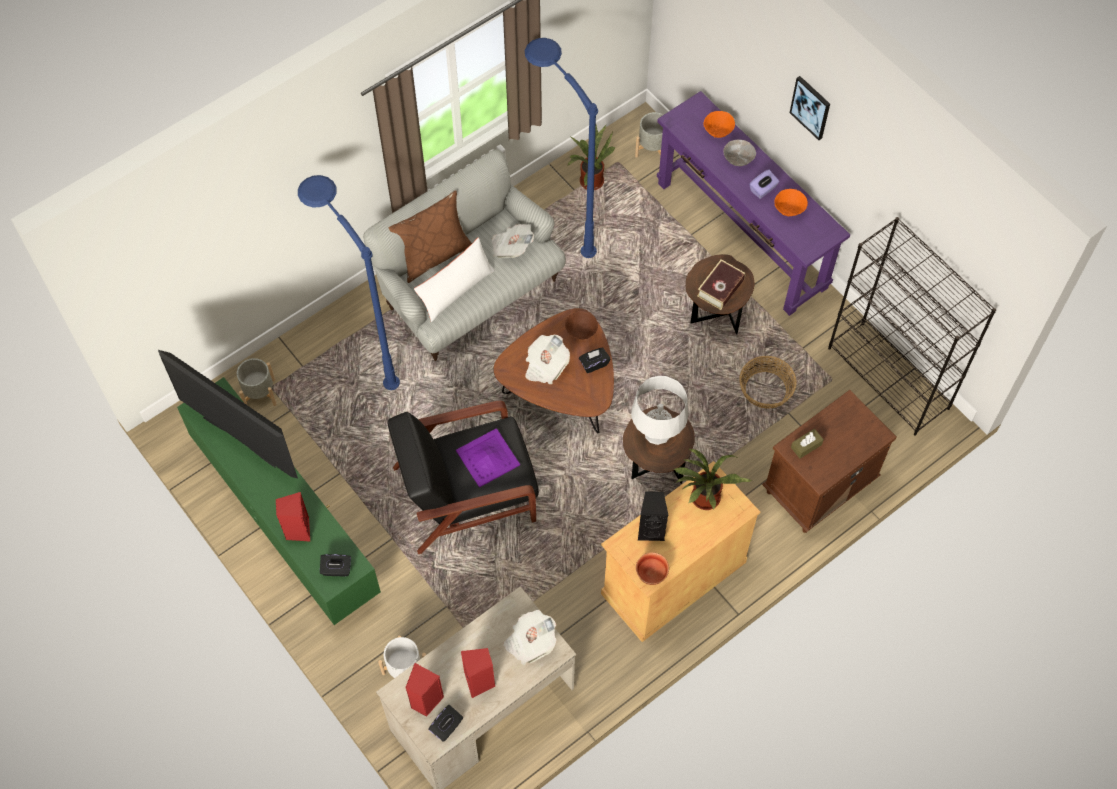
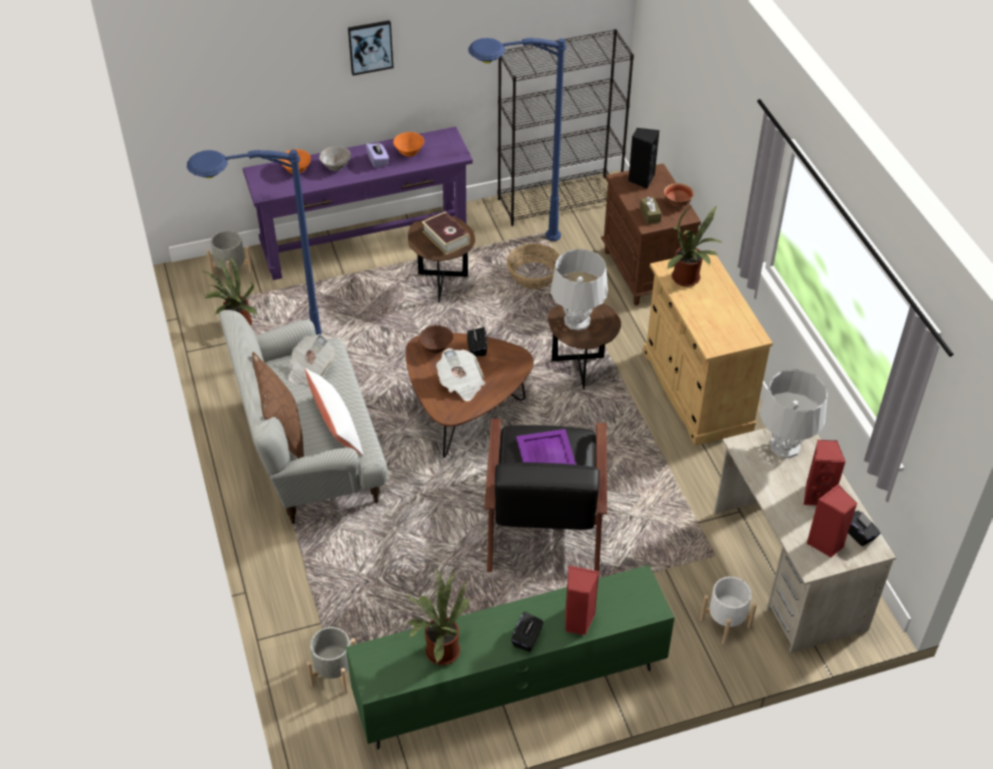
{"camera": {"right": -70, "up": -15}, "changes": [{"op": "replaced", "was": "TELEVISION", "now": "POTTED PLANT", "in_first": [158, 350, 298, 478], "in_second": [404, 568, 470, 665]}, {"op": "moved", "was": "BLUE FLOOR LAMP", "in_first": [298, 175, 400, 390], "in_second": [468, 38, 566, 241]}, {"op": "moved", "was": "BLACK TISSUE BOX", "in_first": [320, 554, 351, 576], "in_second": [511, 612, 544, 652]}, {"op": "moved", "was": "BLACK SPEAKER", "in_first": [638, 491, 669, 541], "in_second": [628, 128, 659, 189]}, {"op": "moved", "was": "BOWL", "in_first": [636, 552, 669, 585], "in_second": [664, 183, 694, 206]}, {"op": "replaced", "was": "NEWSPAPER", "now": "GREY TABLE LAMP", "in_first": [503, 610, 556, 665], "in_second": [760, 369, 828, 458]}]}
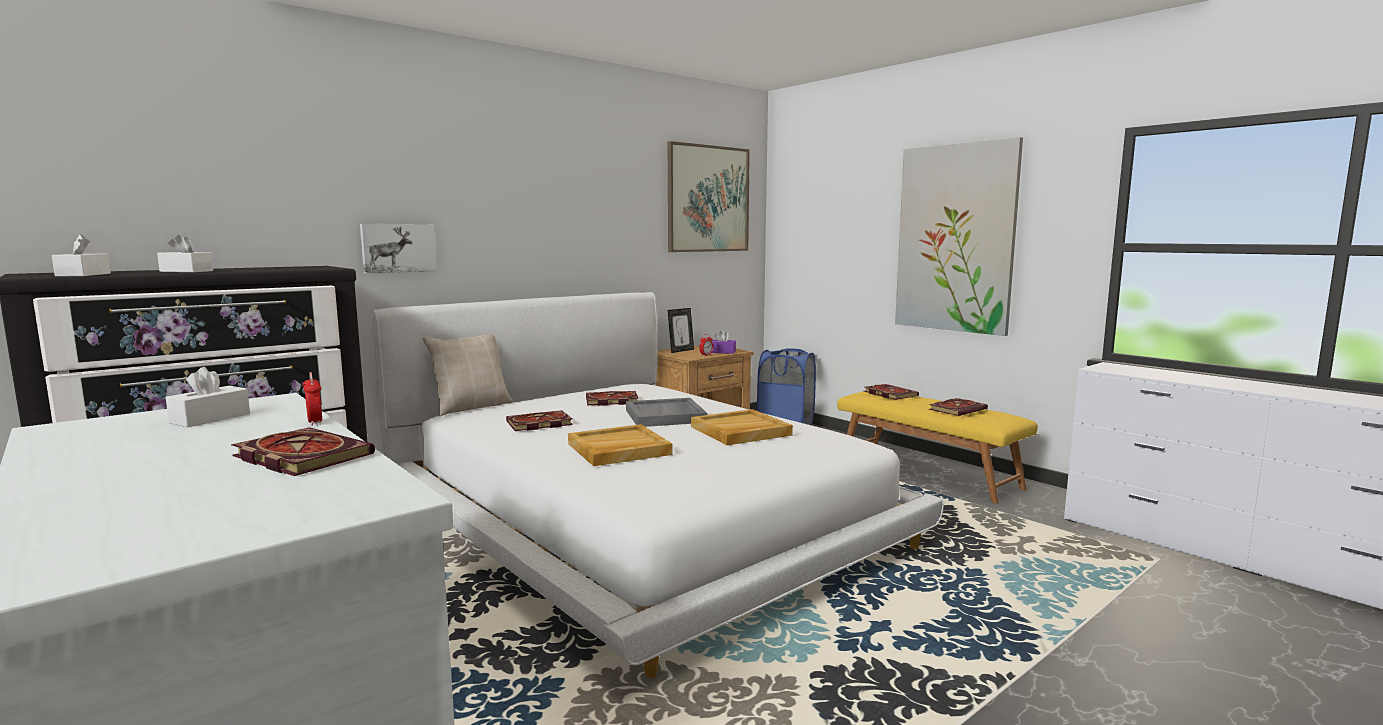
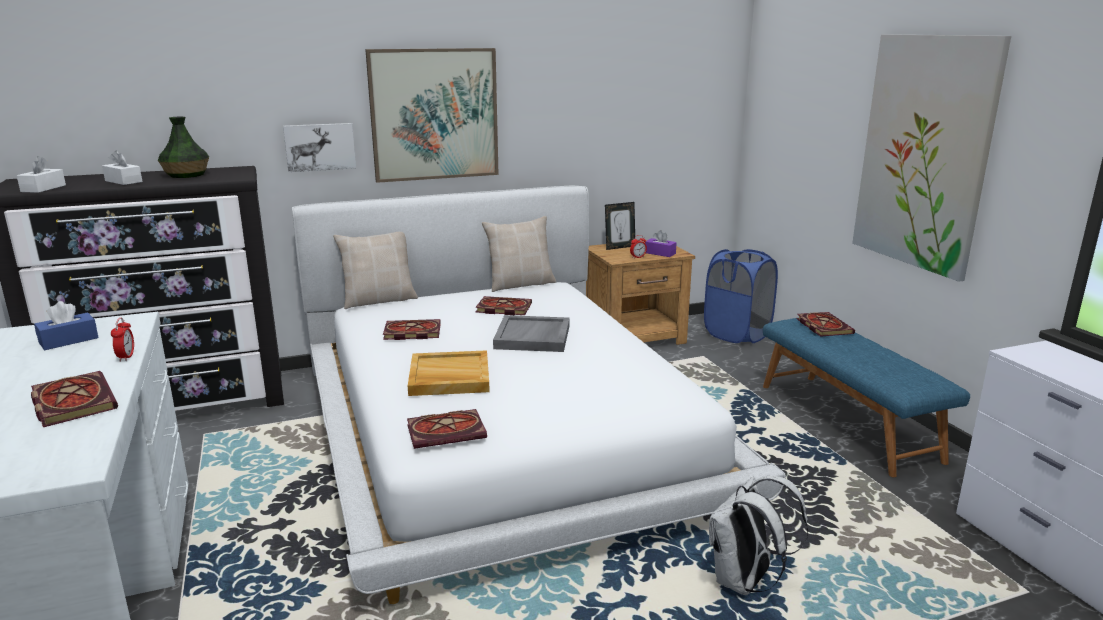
{"camera": {"right": 20, "up": 10}, "changes": [{"op": "recoloured", "was": "WHITE TISSUE BOX", "now": "BLUE TISSUE BOX", "in_first": [166, 367, 250, 427], "in_second": [34, 301, 99, 350]}, {"op": "added", "now": "VASE", "in_second": [158, 117, 209, 178]}, {"op": "moved", "was": "PICTURE", "in_first": [668, 141, 750, 252], "in_second": [365, 48, 499, 183]}, {"op": "moved", "was": "BOOK", "in_first": [929, 398, 988, 416], "in_second": [407, 409, 487, 449]}, {"op": "added", "now": "BEIGE PILLOW", "in_second": [482, 216, 556, 292]}, {"op": "added", "now": "WHITE BACKPACK", "in_second": [709, 476, 808, 595]}, {"op": "recoloured", "was": "YELLOW BENCH", "now": "BLUE BENCH", "in_first": [837, 391, 1038, 503], "in_second": [763, 318, 970, 477]}, {"op": "removed", "was": "BEIGE TRAY", "in_first": [691, 409, 793, 445]}]}
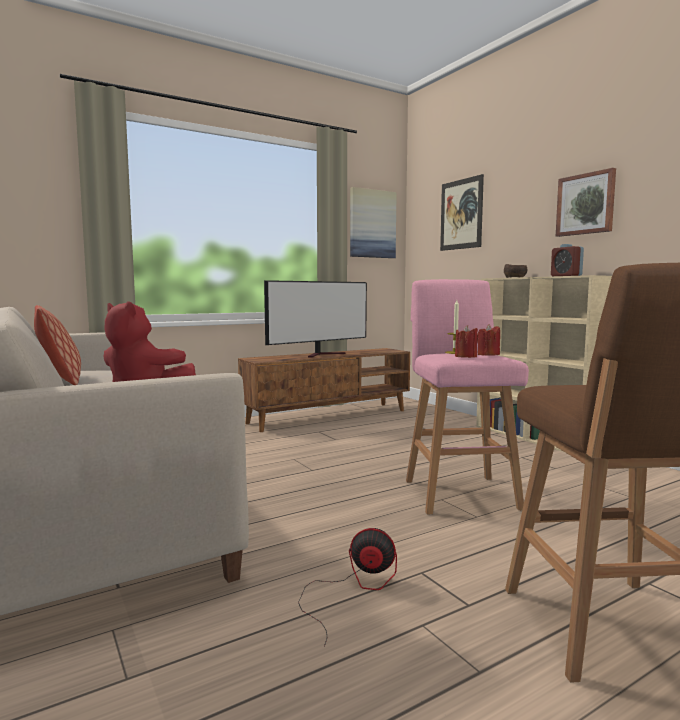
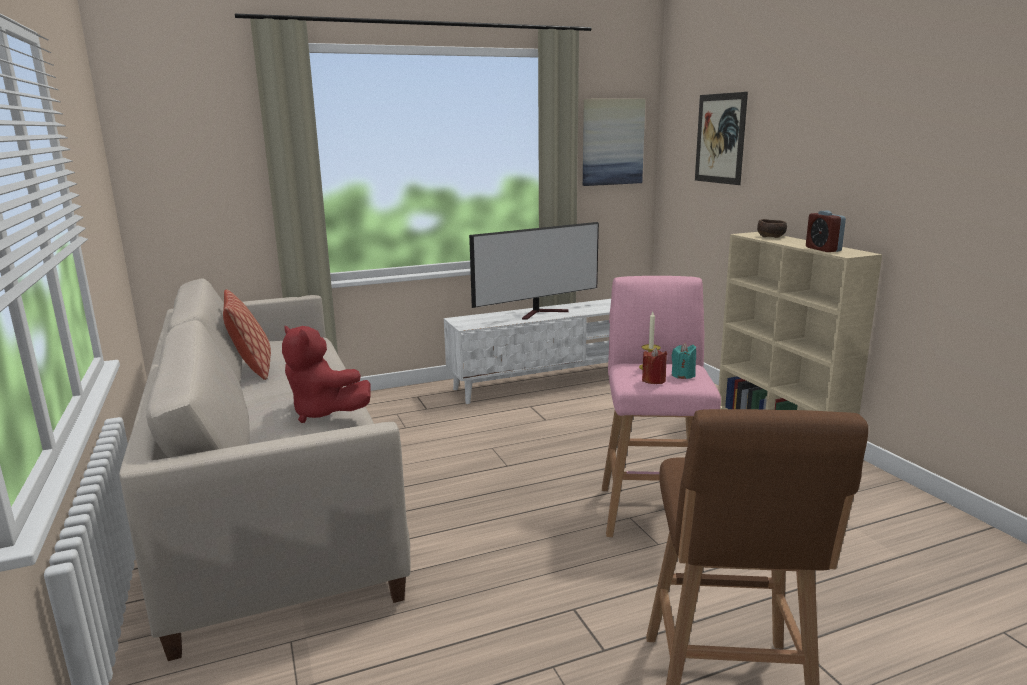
{"camera": {"right": 10, "up": 10}, "changes": [{"op": "recoloured", "was": "BROWN TV STAND", "now": "WHITE TV STAND", "in_first": [238, 348, 410, 432], "in_second": [444, 299, 611, 404]}, {"op": "recoloured", "was": "RED CANDLE", "now": "TURQUOISE CANDLE", "in_first": [477, 324, 500, 356], "in_second": [672, 343, 696, 379]}, {"op": "removed", "was": "FAN", "in_first": [298, 528, 397, 647]}, {"op": "removed", "was": "PICTURE", "in_first": [556, 168, 616, 237]}]}
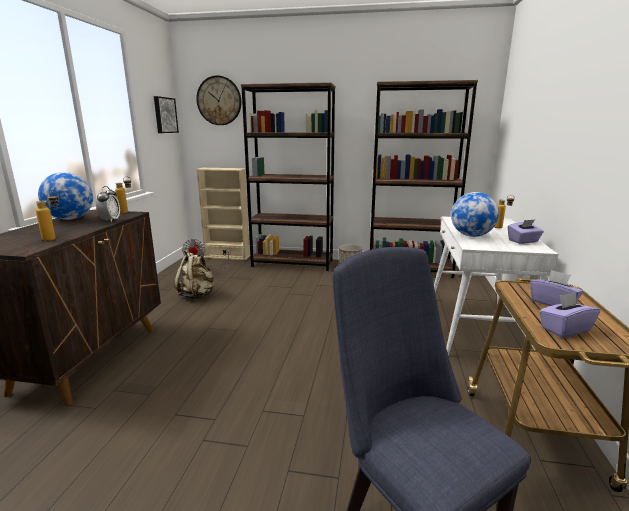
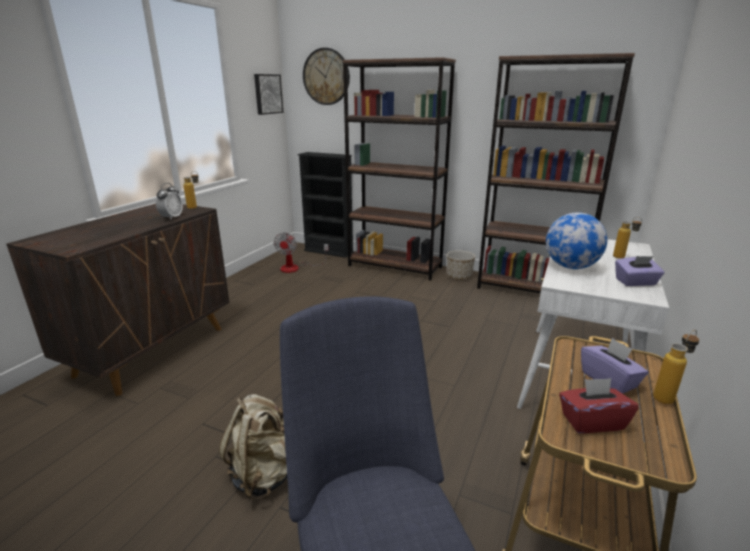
{"camera": {"right": 15, "up": 5}, "changes": [{"op": "moved", "was": "BEIGE BACKPACK", "in_first": [174, 250, 214, 299], "in_second": [219, 394, 287, 501]}, {"op": "recoloured", "was": "BEIGE BOOKCASE", "now": "BLACK BOOKCASE", "in_first": [196, 168, 250, 260], "in_second": [298, 152, 354, 258]}, {"op": "recoloured", "was": "PURPLE TISSUE BOX", "now": "RED TISSUE BOX", "in_first": [539, 292, 600, 338], "in_second": [559, 378, 638, 433]}, {"op": "moved", "was": "BOTTLE", "in_first": [36, 192, 59, 241], "in_second": [653, 330, 700, 404]}, {"op": "removed", "was": "GLOBE", "in_first": [38, 172, 93, 220]}]}
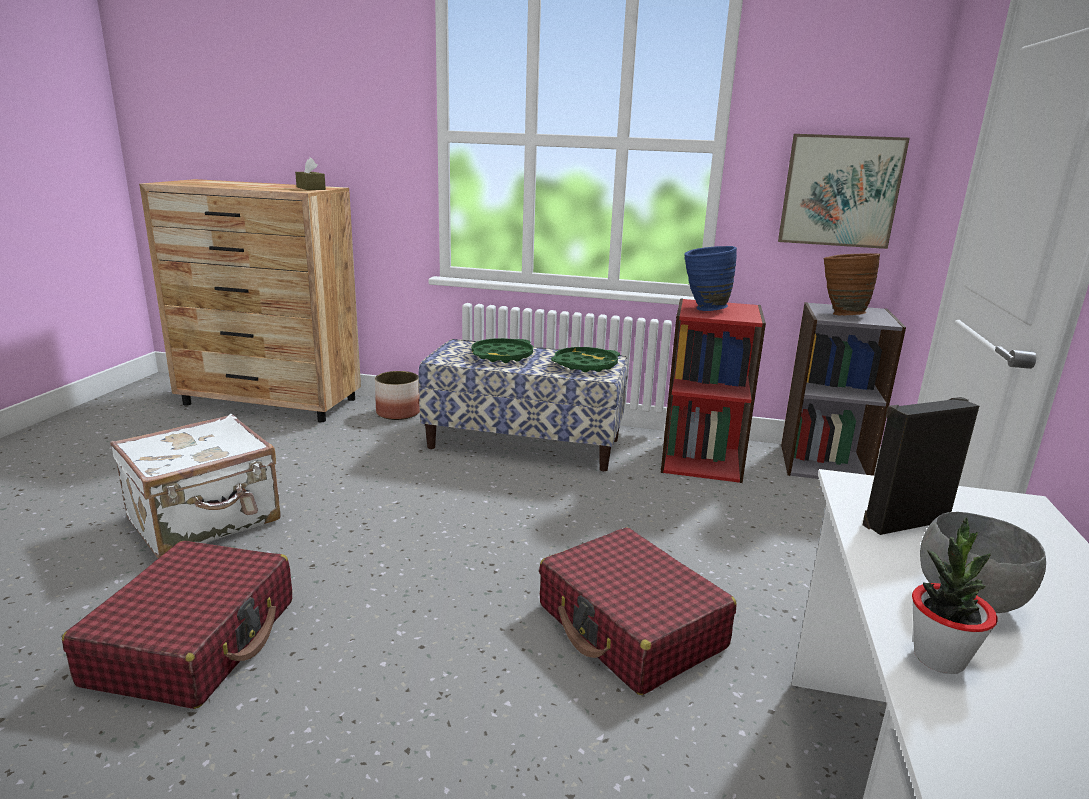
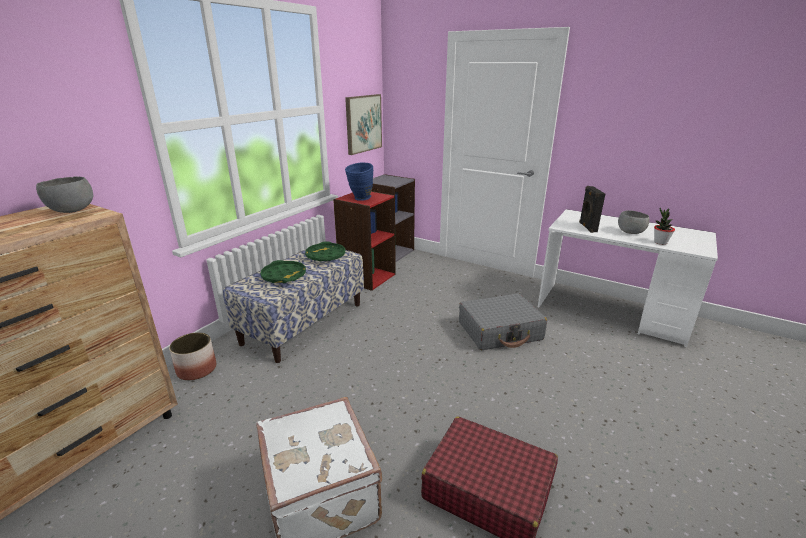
{"camera": {"right": -70, "up": 5}, "changes": [{"op": "replaced", "was": "BROWN TISSUE BOX", "now": "GREY BOWL", "in_first": [295, 157, 326, 190], "in_second": [36, 176, 93, 213]}, {"op": "recoloured", "was": "RED SUITCASE", "now": "GREY SUITCASE", "in_first": [539, 527, 737, 695], "in_second": [459, 293, 547, 350]}, {"op": "removed", "was": "BROWN VASE", "in_first": [823, 253, 880, 315]}]}
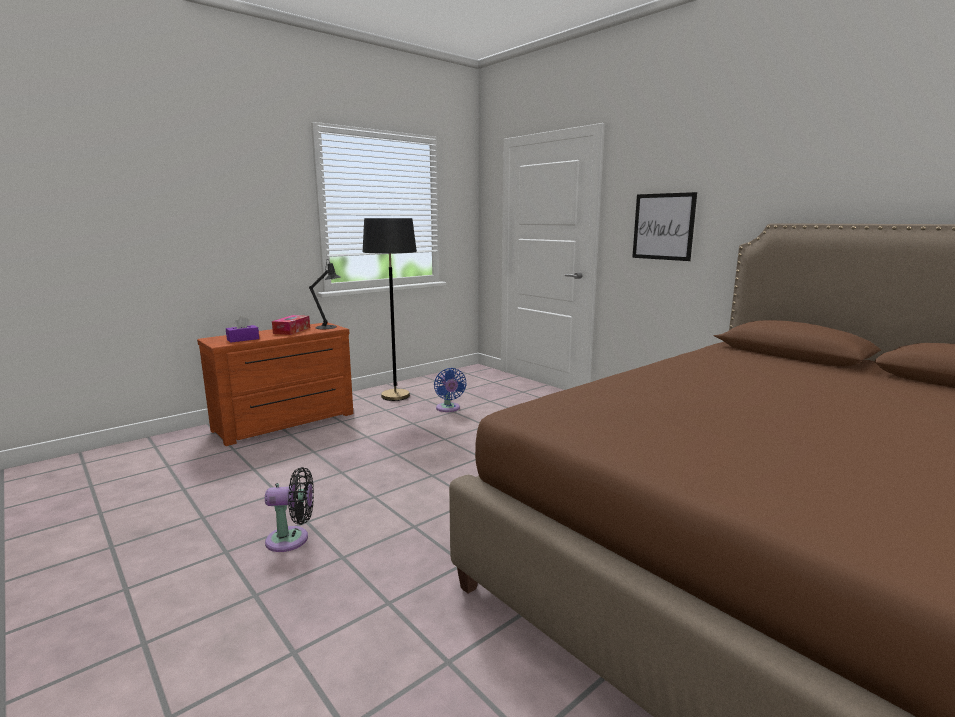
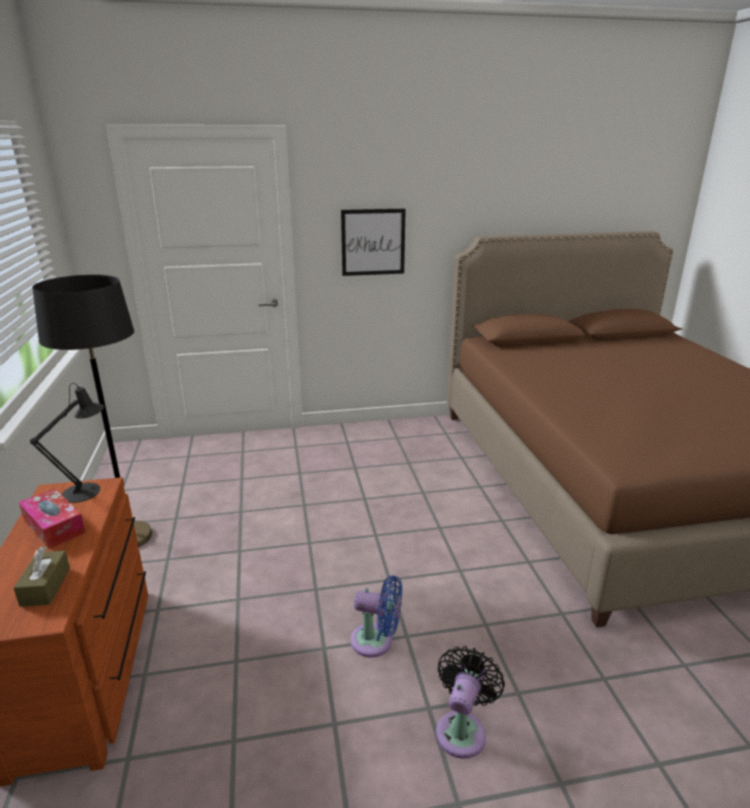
{"camera": {"right": -60, "up": 10}, "changes": [{"op": "recoloured", "was": "PURPLE TISSUE BOX", "now": "BROWN TISSUE BOX", "in_first": [226, 316, 259, 343], "in_second": [14, 546, 70, 607]}, {"op": "moved", "was": "BLUE FAN", "in_first": [434, 368, 467, 412], "in_second": [351, 575, 402, 657]}]}
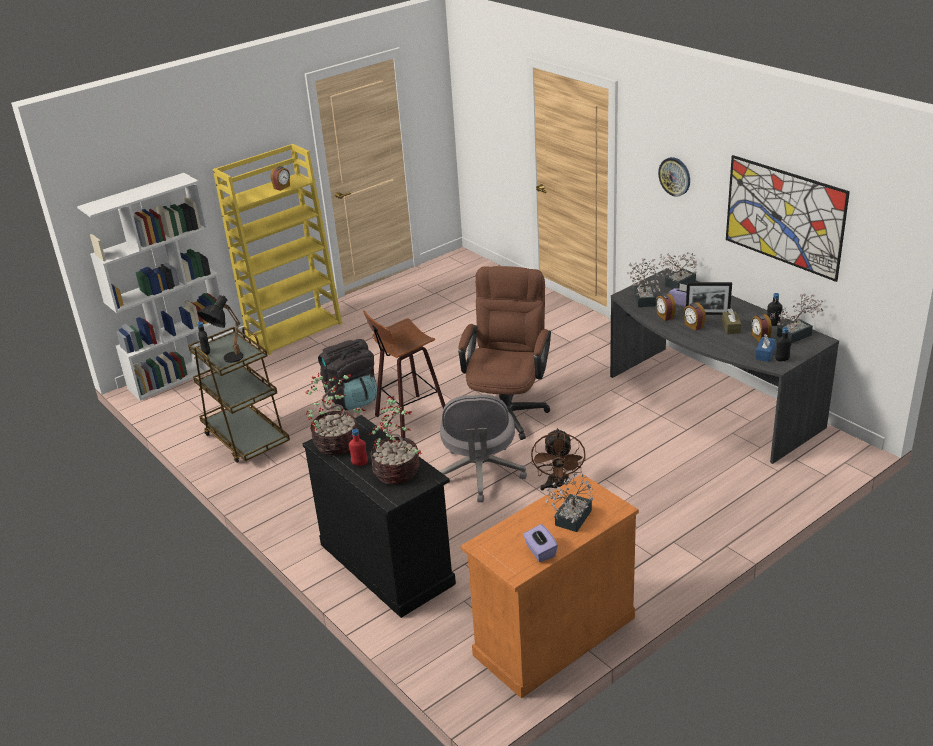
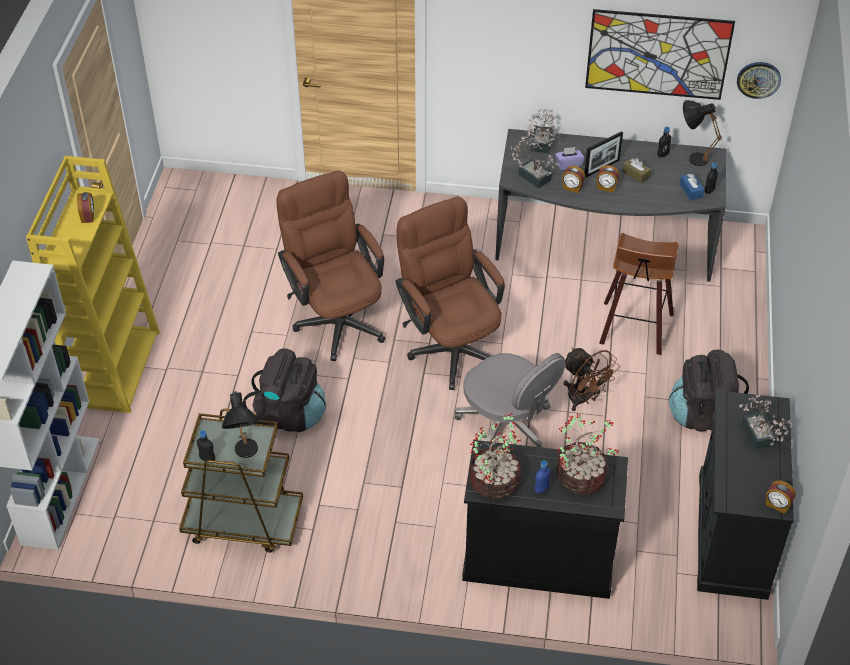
{"camera": {"right": -45, "up": 15}, "changes": [{"op": "added", "now": "BROWN OFFICE CHAIR", "in_second": [276, 170, 386, 361]}, {"op": "recoloured", "was": "RED BOTTLE", "now": "BLUE BOTTLE", "in_first": [349, 429, 368, 466], "in_second": [534, 460, 551, 493]}, {"op": "moved", "was": "STOOL", "in_first": [363, 310, 445, 438], "in_second": [599, 233, 679, 355]}, {"op": "added", "now": "BLACK BACKPACK", "in_second": [669, 350, 749, 432]}, {"op": "replaced", "was": "POTTED PLANT", "now": "BLACK TABLE LAMP", "in_first": [777, 294, 824, 343], "in_second": [683, 100, 722, 166]}, {"op": "recoloured", "was": "ORANGE CABINET", "now": "BLACK CABINET", "in_first": [460, 474, 639, 699], "in_second": [697, 390, 794, 600]}, {"op": "moved", "was": "WALL CLOCK", "in_first": [658, 157, 690, 197], "in_second": [737, 62, 781, 99]}, {"op": "moved", "was": "ALARM CLOCK", "in_first": [752, 314, 772, 342], "in_second": [766, 481, 796, 514]}, {"op": "removed", "was": "PURPLE TISSUE BOX", "in_first": [523, 524, 558, 562]}]}
